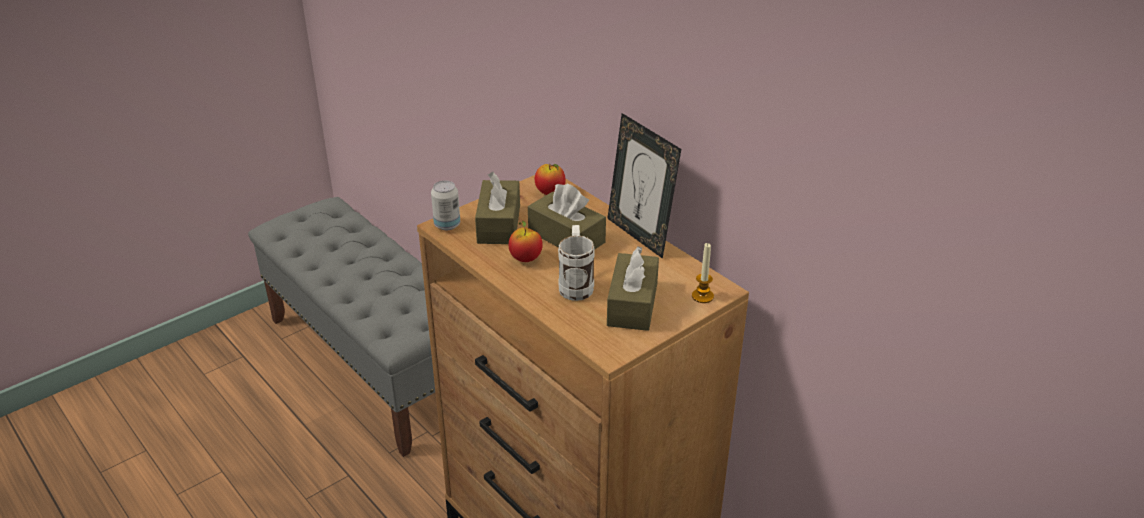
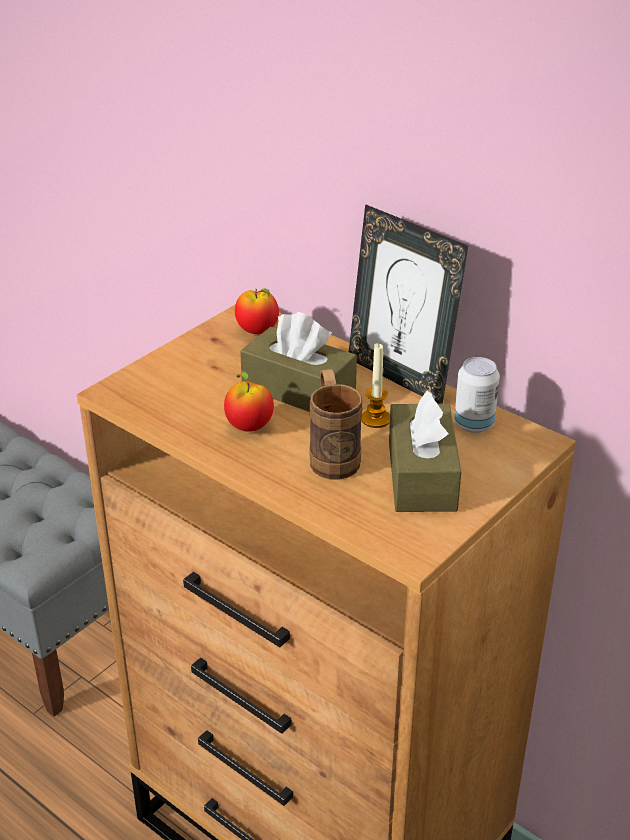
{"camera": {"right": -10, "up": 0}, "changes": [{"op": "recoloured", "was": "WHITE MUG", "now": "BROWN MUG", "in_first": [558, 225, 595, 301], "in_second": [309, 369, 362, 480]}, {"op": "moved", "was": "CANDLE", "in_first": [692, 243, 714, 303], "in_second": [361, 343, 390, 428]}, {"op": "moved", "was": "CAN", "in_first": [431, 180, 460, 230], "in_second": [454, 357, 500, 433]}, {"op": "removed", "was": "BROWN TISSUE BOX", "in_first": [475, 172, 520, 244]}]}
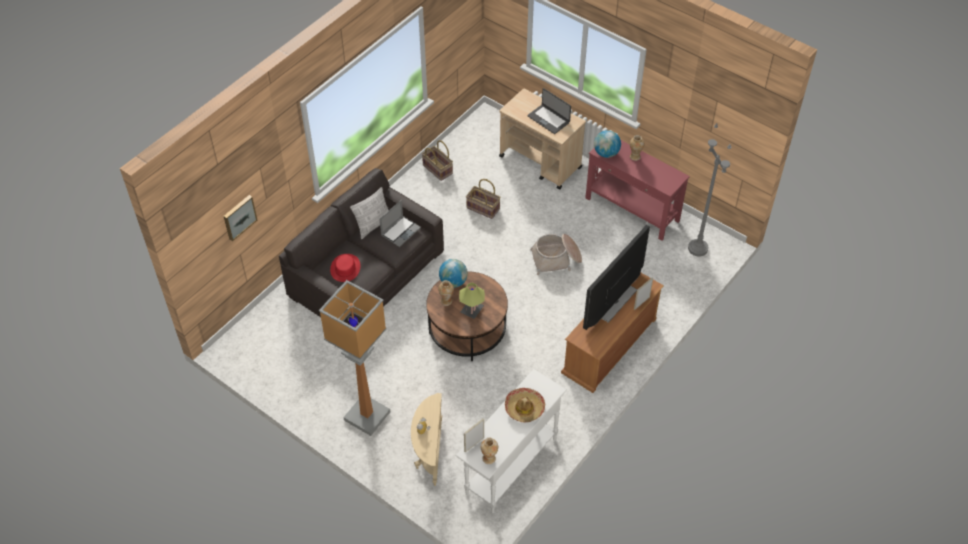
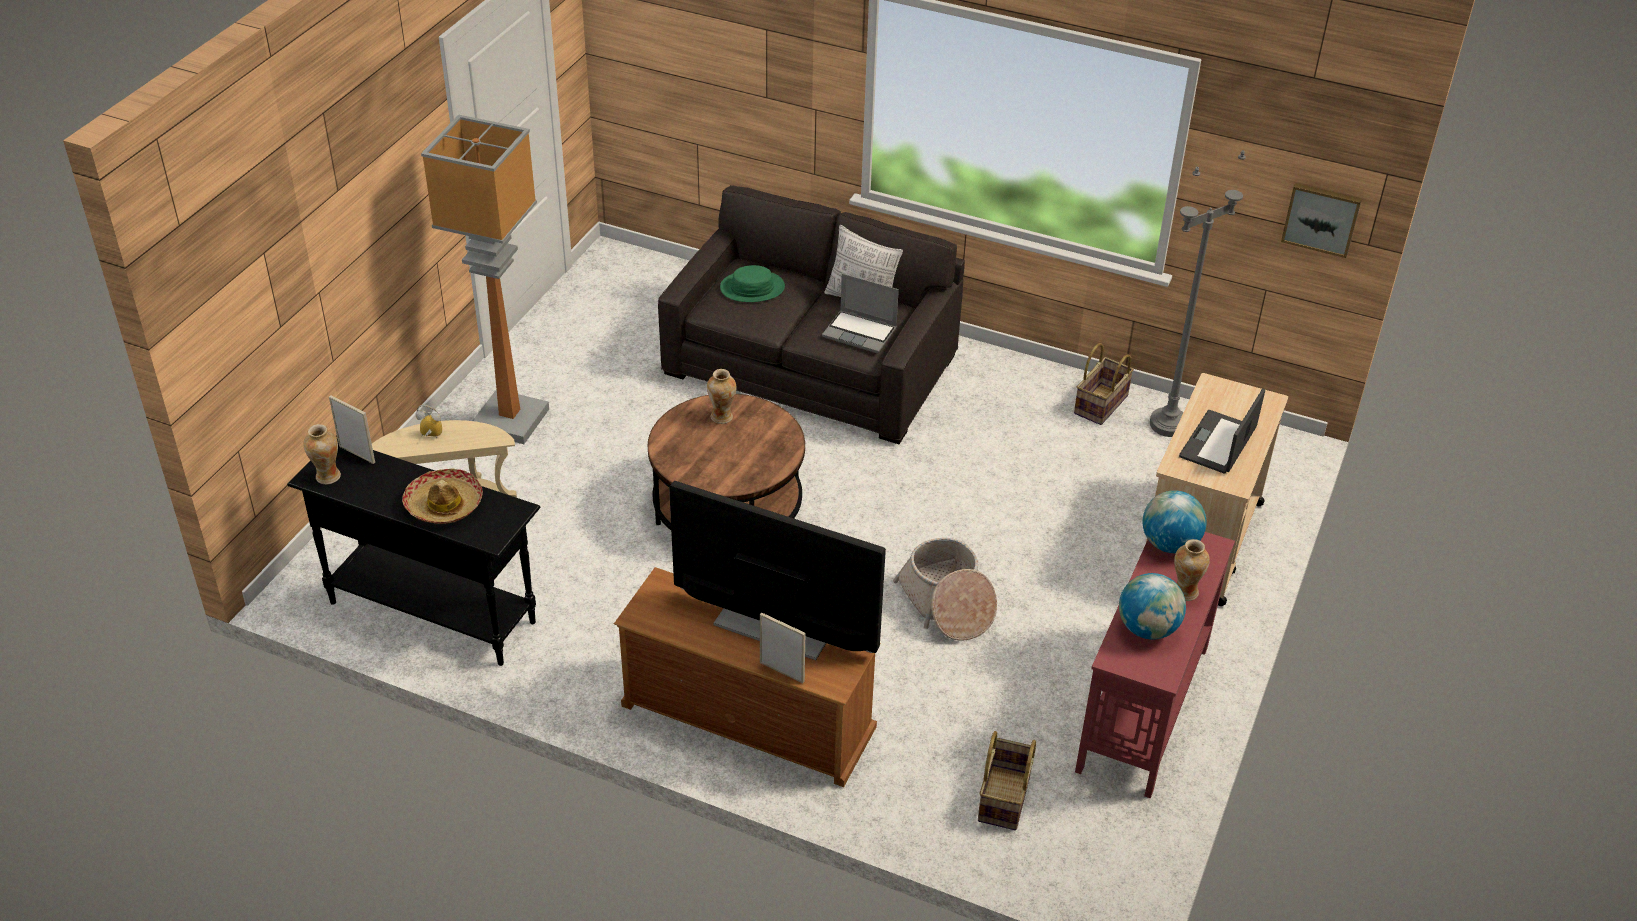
{"camera": {"right": 75, "up": -10}, "changes": [{"op": "recoloured", "was": "WHITE CONSOLE TABLE", "now": "BLACK CONSOLE TABLE", "in_first": [456, 369, 567, 513], "in_second": [287, 438, 540, 666]}, {"op": "recoloured", "was": "RED HAT", "now": "GREEN HAT", "in_first": [330, 254, 361, 282], "in_second": [720, 265, 785, 302]}, {"op": "moved", "was": "BASKET", "in_first": [466, 179, 501, 219], "in_second": [978, 731, 1036, 830]}, {"op": "moved", "was": "GLOBE", "in_first": [439, 259, 468, 288], "in_second": [1119, 573, 1186, 640]}, {"op": "moved", "was": "GREY FLOOR LAMP", "in_first": [688, 123, 731, 257], "in_second": [1150, 150, 1246, 437]}, {"op": "moved", "was": "PICTURE", "in_first": [223, 195, 257, 241], "in_second": [1281, 183, 1362, 258]}, {"op": "removed", "was": "TABLE LAMP", "in_first": [459, 283, 485, 319]}]}
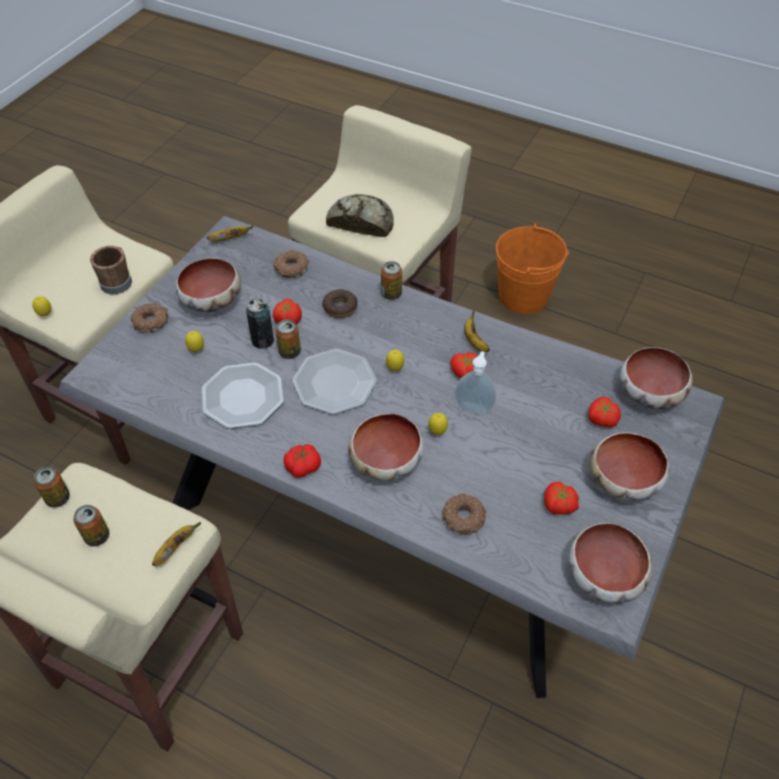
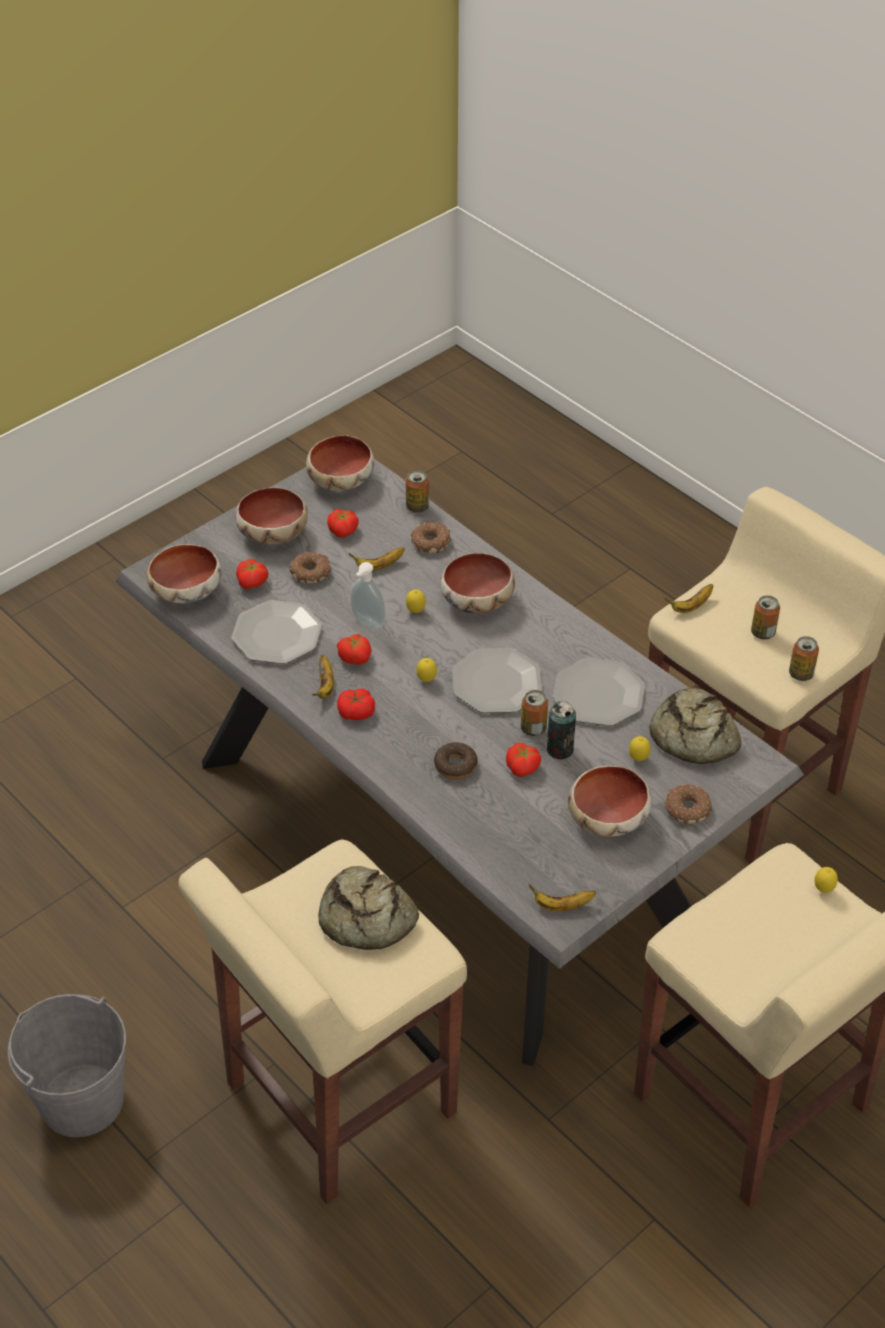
{"camera": {"right": -160, "up": -5}, "changes": [{"op": "recoloured", "was": "ORANGE BUCKET", "now": "GREY BUCKET", "in_first": [496, 223, 569, 314], "in_second": [8, 994, 126, 1138]}, {"op": "added", "now": "PLATE", "in_second": [231, 600, 322, 664]}, {"op": "moved", "was": "DONUT", "in_first": [273, 250, 309, 278], "in_second": [290, 552, 331, 584]}, {"op": "moved", "was": "TOMATO", "in_first": [284, 444, 321, 478], "in_second": [337, 689, 375, 720]}, {"op": "added", "now": "BANANA", "in_second": [349, 547, 405, 571]}, {"op": "moved", "was": "CAN", "in_first": [381, 261, 402, 300], "in_second": [406, 470, 429, 513]}, {"op": "added", "now": "BREAD", "in_second": [649, 688, 741, 764]}, {"op": "removed", "was": "BROWN MUG", "in_first": [90, 246, 132, 294]}]}
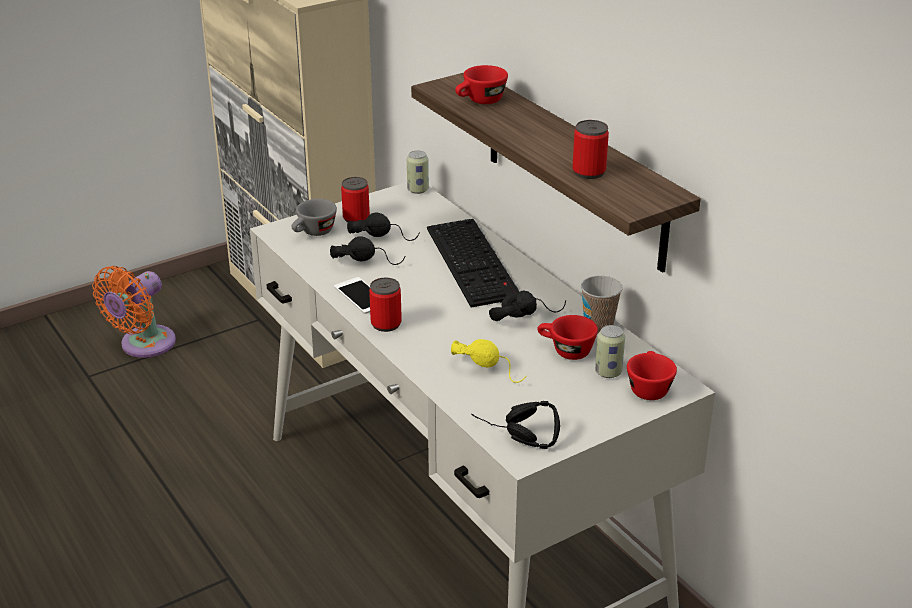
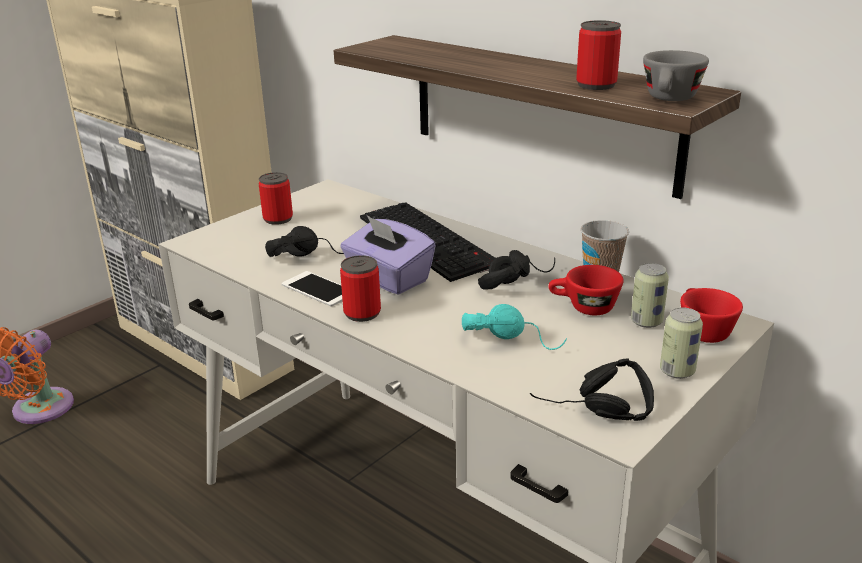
{"camera": {"right": -15, "up": -5}, "changes": [{"op": "added", "now": "PURPLE TISSUE BOX", "in_second": [340, 215, 436, 295]}, {"op": "recoloured", "was": "YELLOW HEADPHONES", "now": "TURQUOISE HEADPHONES", "in_first": [451, 339, 527, 383], "in_second": [462, 304, 567, 350]}, {"op": "moved", "was": "GREY CUP", "in_first": [291, 199, 337, 236], "in_second": [643, 50, 709, 101]}, {"op": "moved", "was": "CAN", "in_first": [407, 151, 429, 194], "in_second": [660, 307, 703, 379]}, {"op": "removed", "was": "BLACK HEADPHONES", "in_first": [347, 213, 420, 241]}, {"op": "removed", "was": "RED CUP", "in_first": [455, 65, 508, 104]}]}
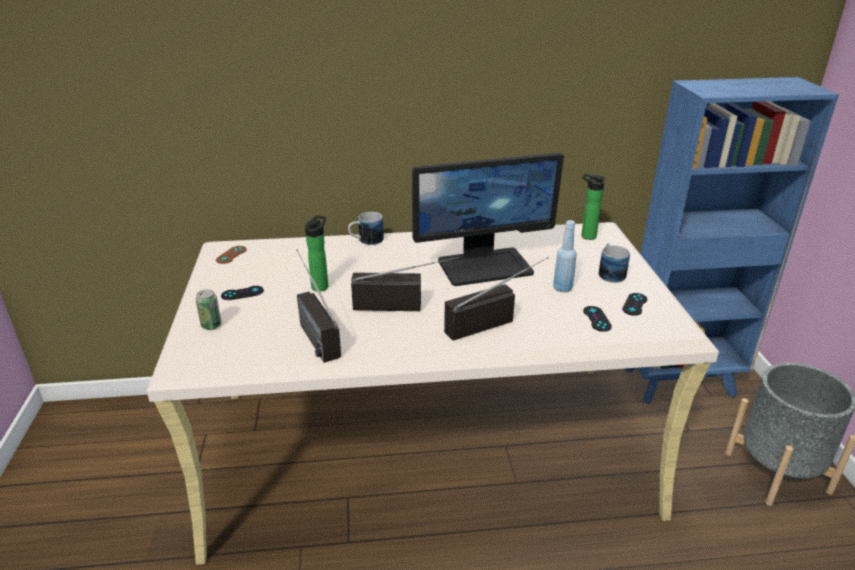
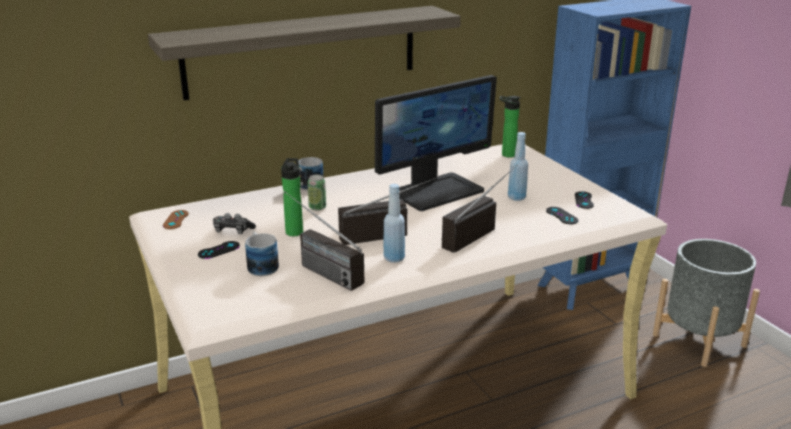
{"camera": {"right": -20, "up": -5}, "changes": [{"op": "added", "now": "SHELF", "in_second": [148, 6, 461, 100]}, {"op": "added", "now": "GAME CONTROLLER", "in_second": [213, 213, 256, 234]}, {"op": "moved", "was": "MUG", "in_first": [599, 243, 630, 283], "in_second": [245, 232, 279, 276]}, {"op": "moved", "was": "CAN", "in_first": [196, 289, 222, 330], "in_second": [307, 175, 326, 211]}, {"op": "added", "now": "BLUE BOTTLE", "in_second": [384, 184, 405, 263]}]}
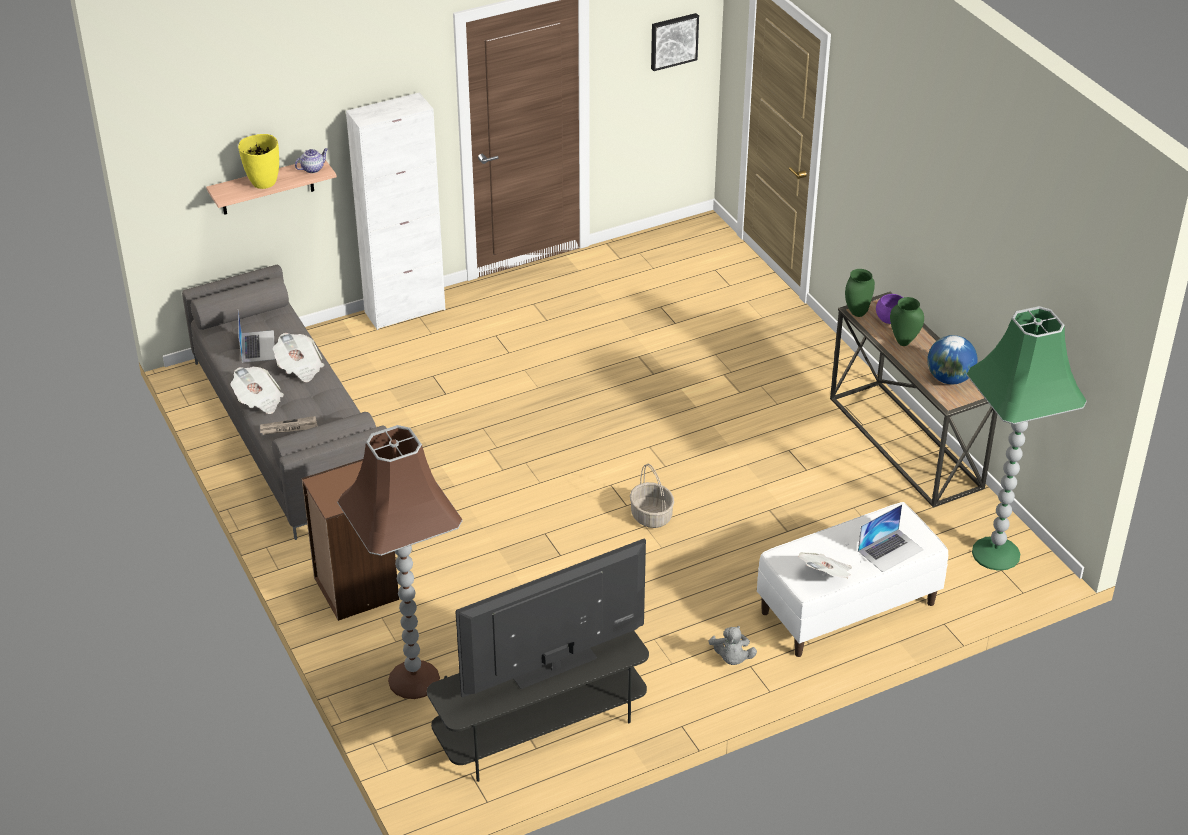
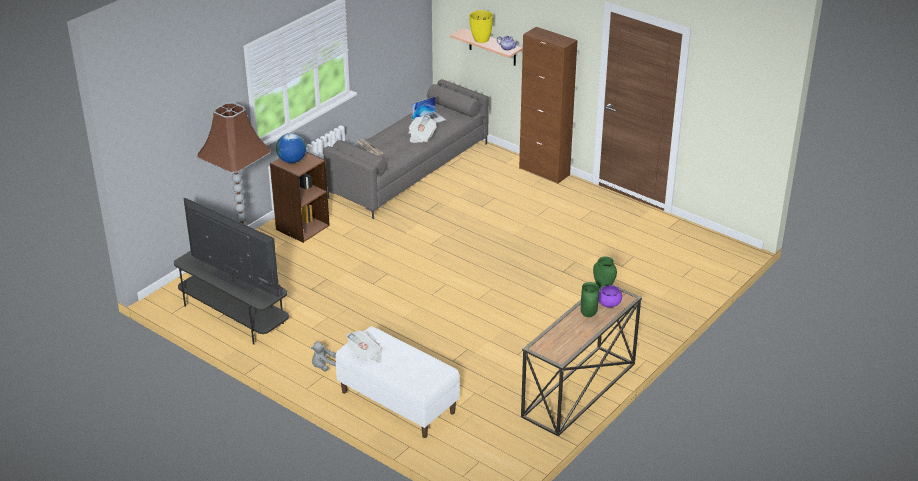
{"camera": {"right": 65, "up": -5}, "changes": [{"op": "moved", "was": "GLOBE", "in_first": [927, 335, 978, 384], "in_second": [276, 133, 306, 163]}, {"op": "recoloured", "was": "WHITE CABINET", "now": "BROWN CABINET", "in_first": [346, 92, 445, 330], "in_second": [519, 27, 577, 184]}, {"op": "removed", "was": "NEWSPAPER", "in_first": [230, 367, 284, 414]}, {"op": "removed", "was": "BASKET", "in_first": [630, 464, 674, 528]}, {"op": "removed", "was": "PICTURE", "in_first": [651, 13, 699, 71]}, {"op": "removed", "was": "LAPTOP", "in_first": [858, 504, 923, 572]}, {"op": "removed", "was": "GREEN FLOOR LAMP", "in_first": [967, 306, 1087, 571]}]}
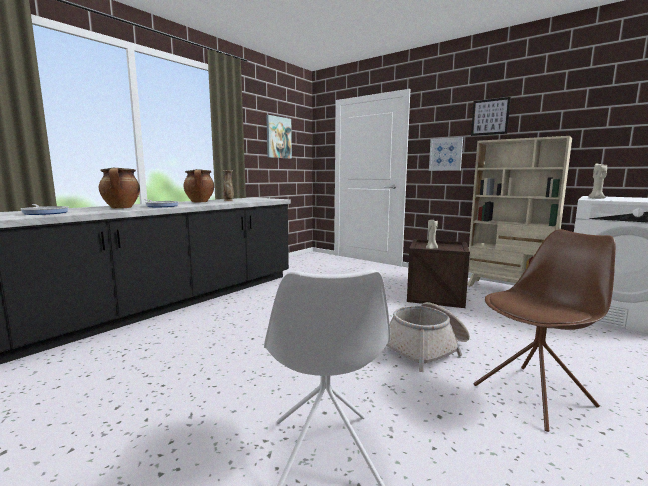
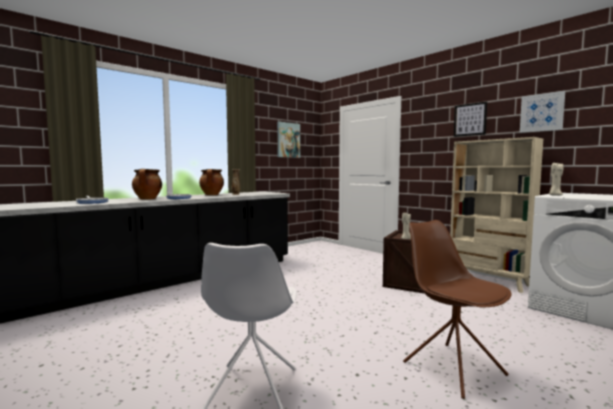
{"camera": {"right": 10, "up": -5}, "changes": [{"op": "turned", "was": "BROWN CHAIR", "in_first": [474, 229, 616, 432], "in_second": [403, 220, 512, 399], "clockwise": -105}, {"op": "moved", "was": "PICTURE", "in_first": [429, 137, 463, 171], "in_second": [520, 91, 565, 133]}, {"op": "removed", "was": "BASKET", "in_first": [386, 302, 470, 372]}]}
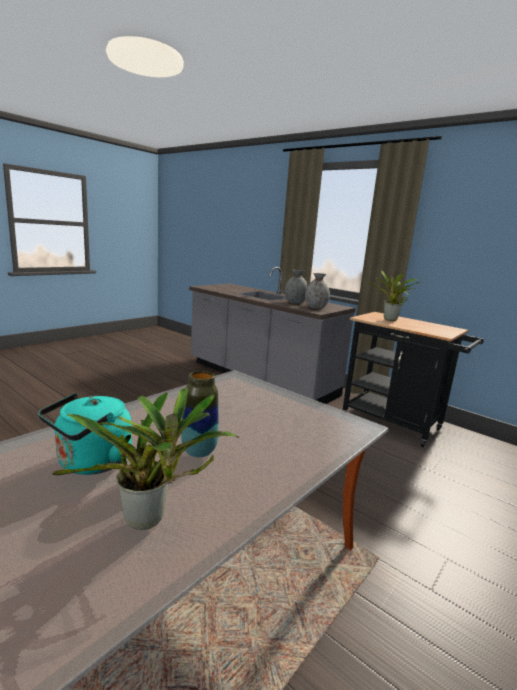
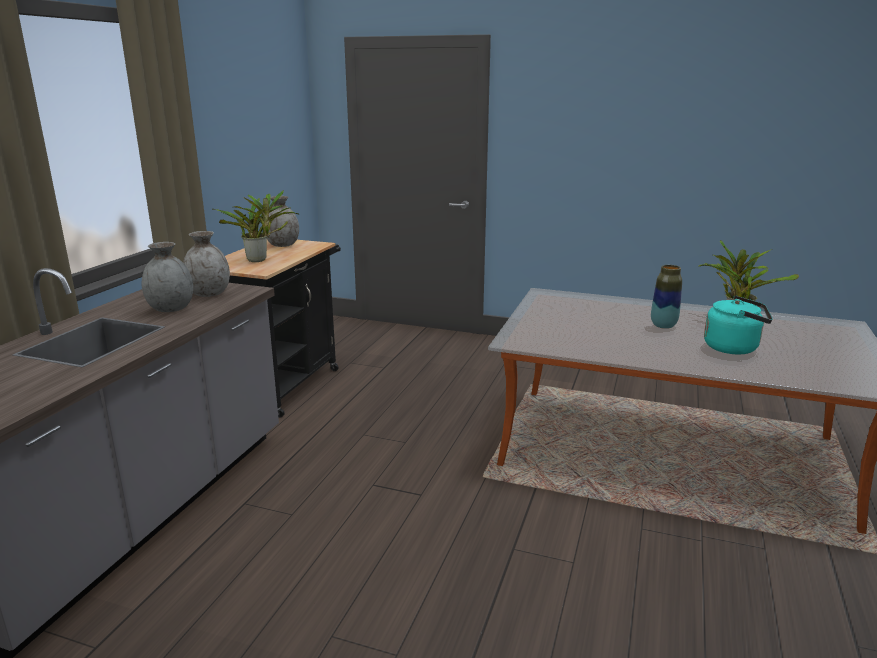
{"camera": {"right": -110, "up": 5}, "changes": [{"op": "added", "now": "GREY VASE", "in_second": [267, 196, 299, 247]}]}
